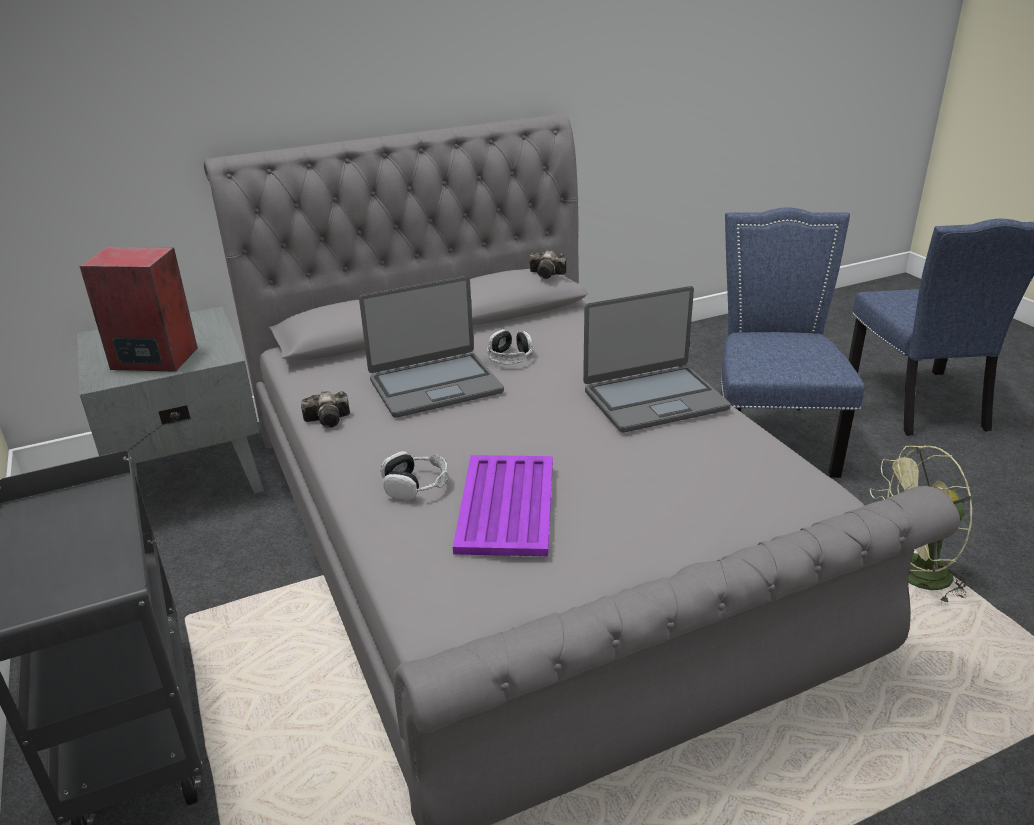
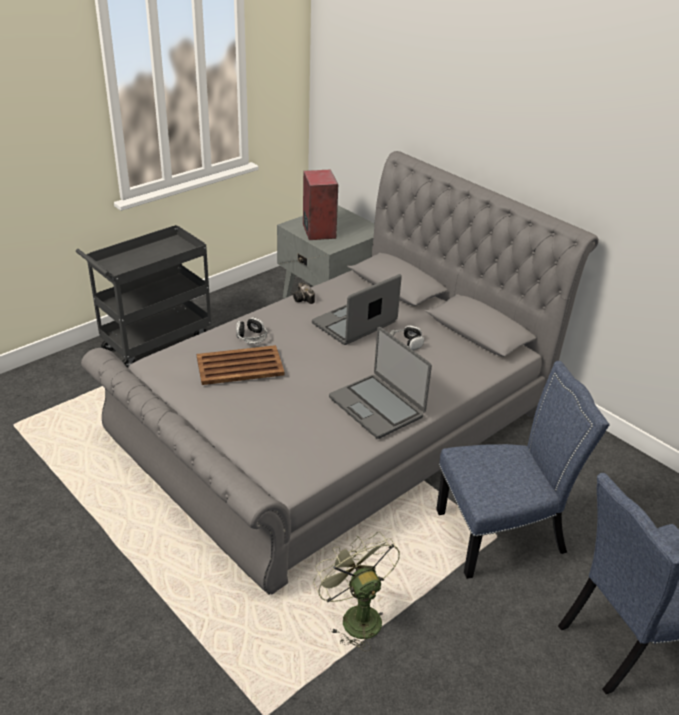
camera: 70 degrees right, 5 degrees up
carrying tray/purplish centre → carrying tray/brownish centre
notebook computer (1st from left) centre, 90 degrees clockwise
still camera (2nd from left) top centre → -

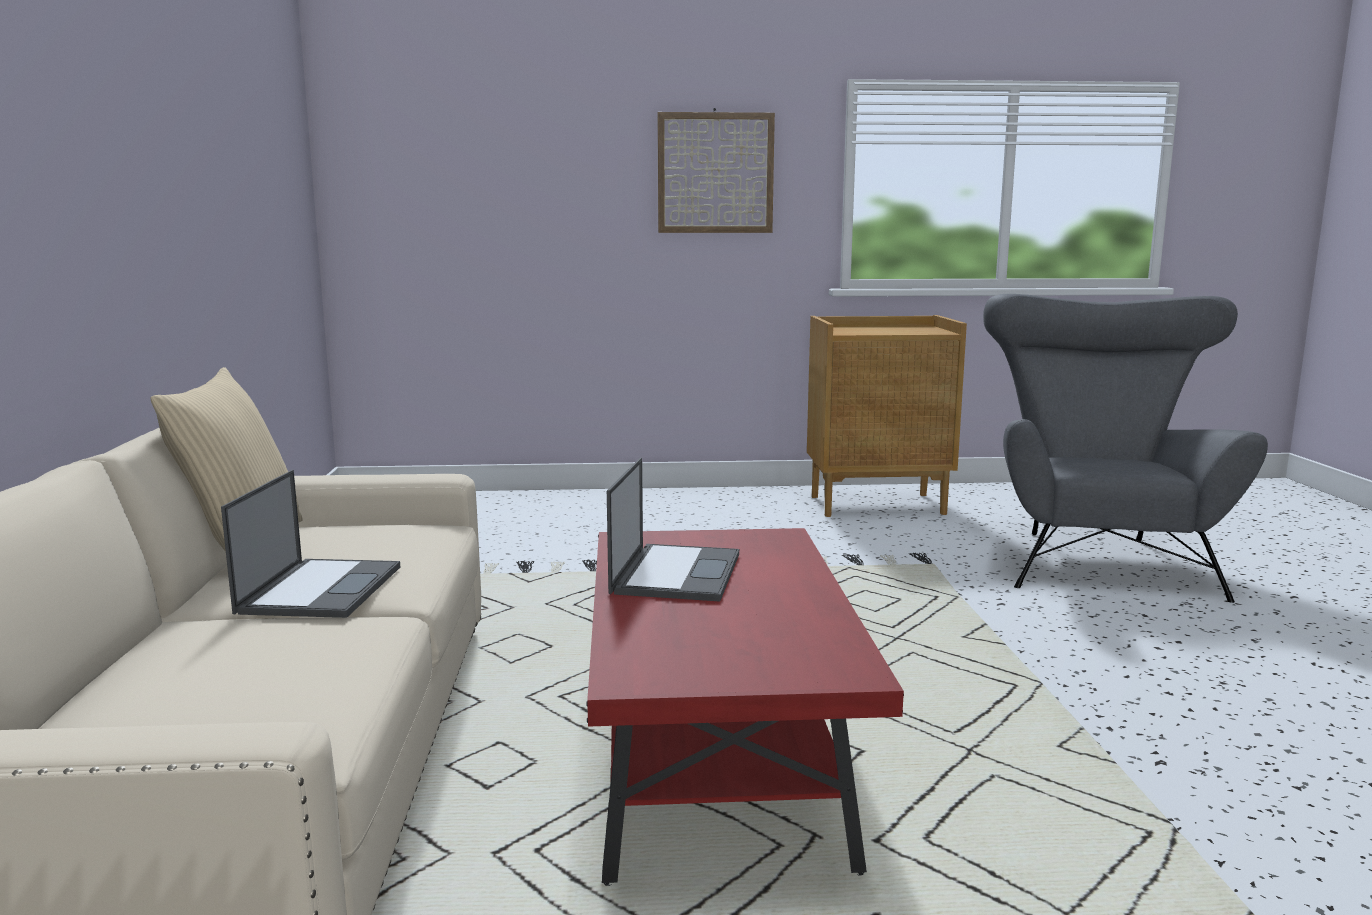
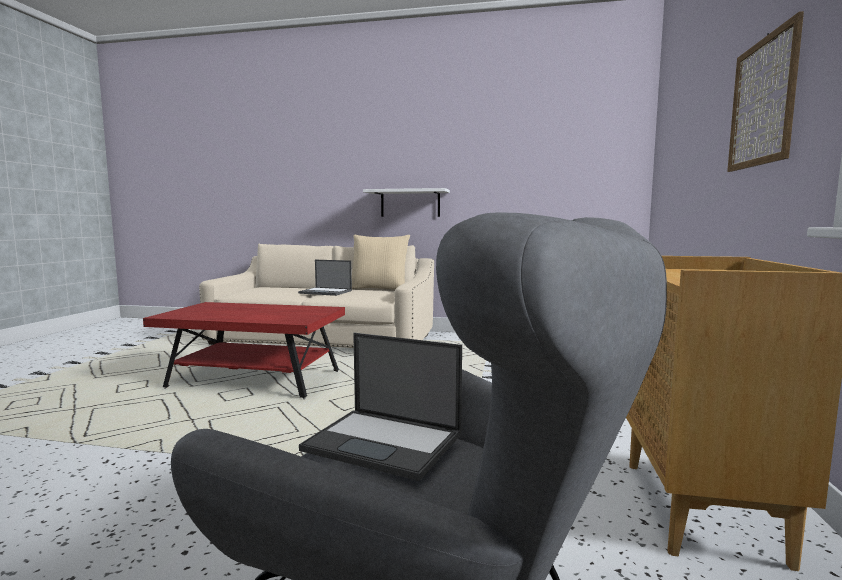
camera: 105 degrees right, 5 degrees down
notebook computer (2nd from left) centre → notebook computer (2nd from left) bottom centre, move
- → shelf/whitish centre

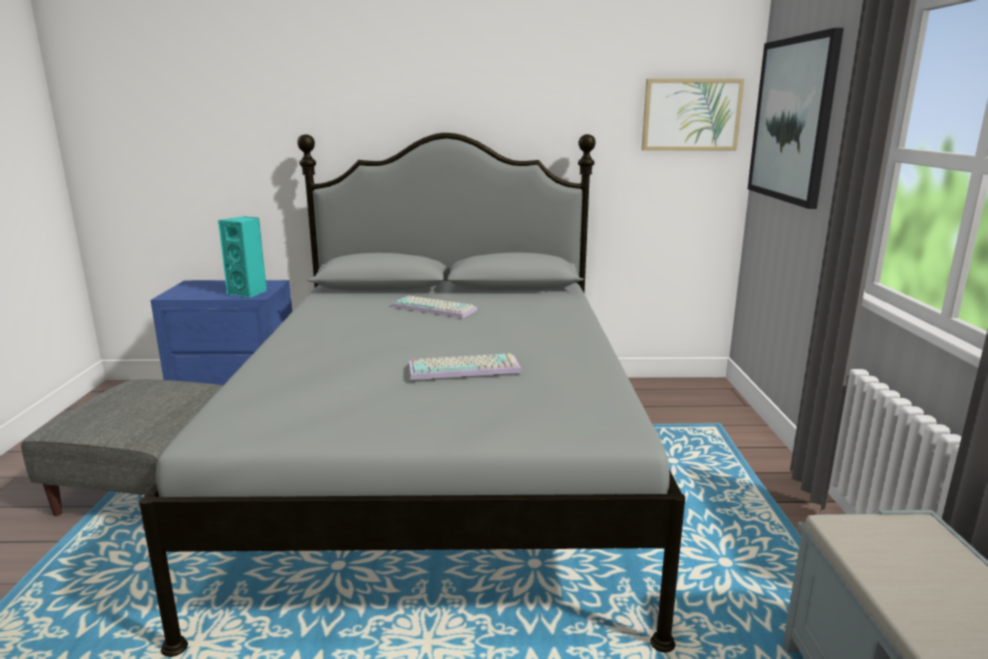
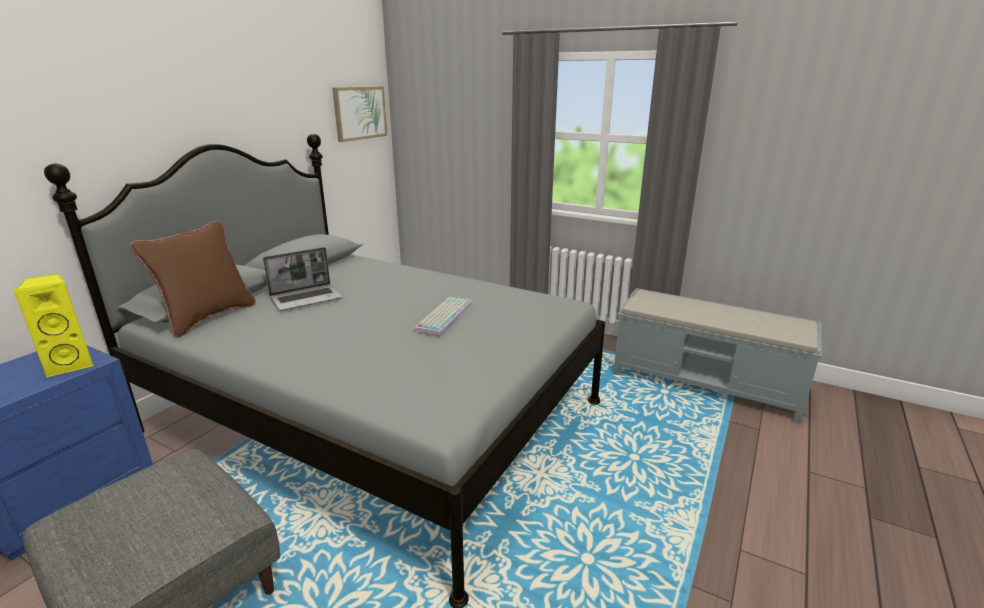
camera: 60 degrees left, 5 degrees up
loudspeaker/turquoise-coloured middle left → loudspeaker/yellow-coloured middle left
- → cushion/brownish middle left
keyboard (1st from left) centre → notebook computer middle left
picture (2nd from left) top right → -

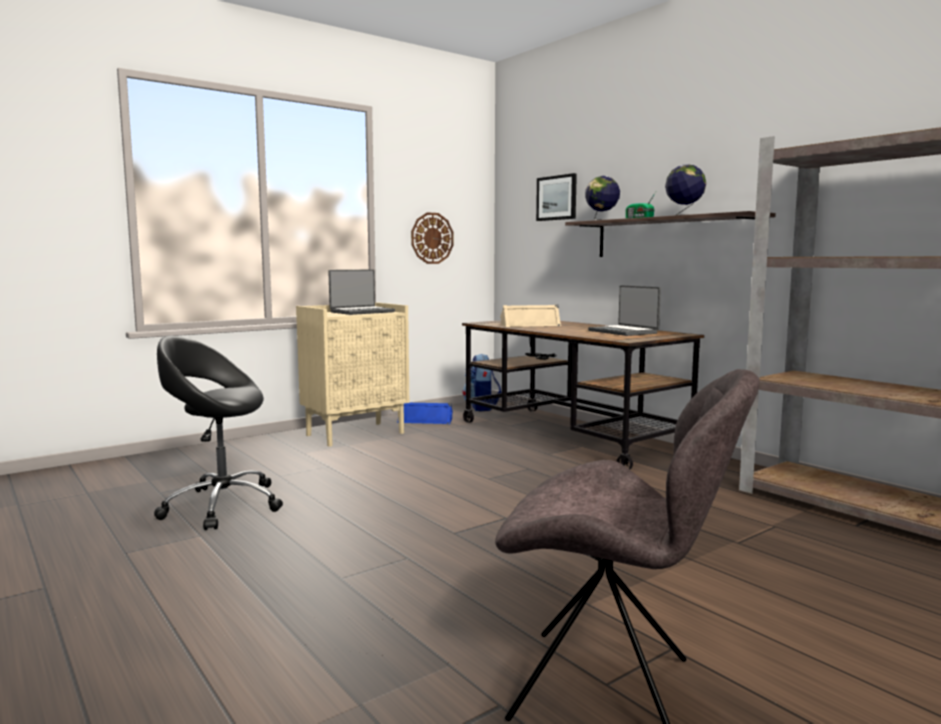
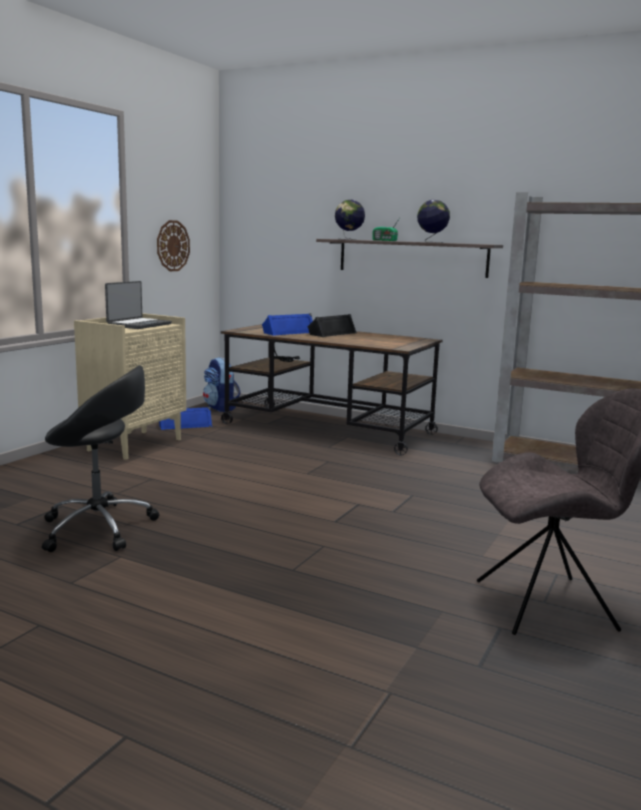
camera: 25 degrees left, 5 degrees up
desk chair/blackish middle left, 150 degrees counterclockwise
loudspeaker/sand-coloured centre → loudspeaker/bluish (2nd from left) centre
- → loudspeaker/blackish centre
picture top centre → -
notebook computer (2nd from left) centre → -

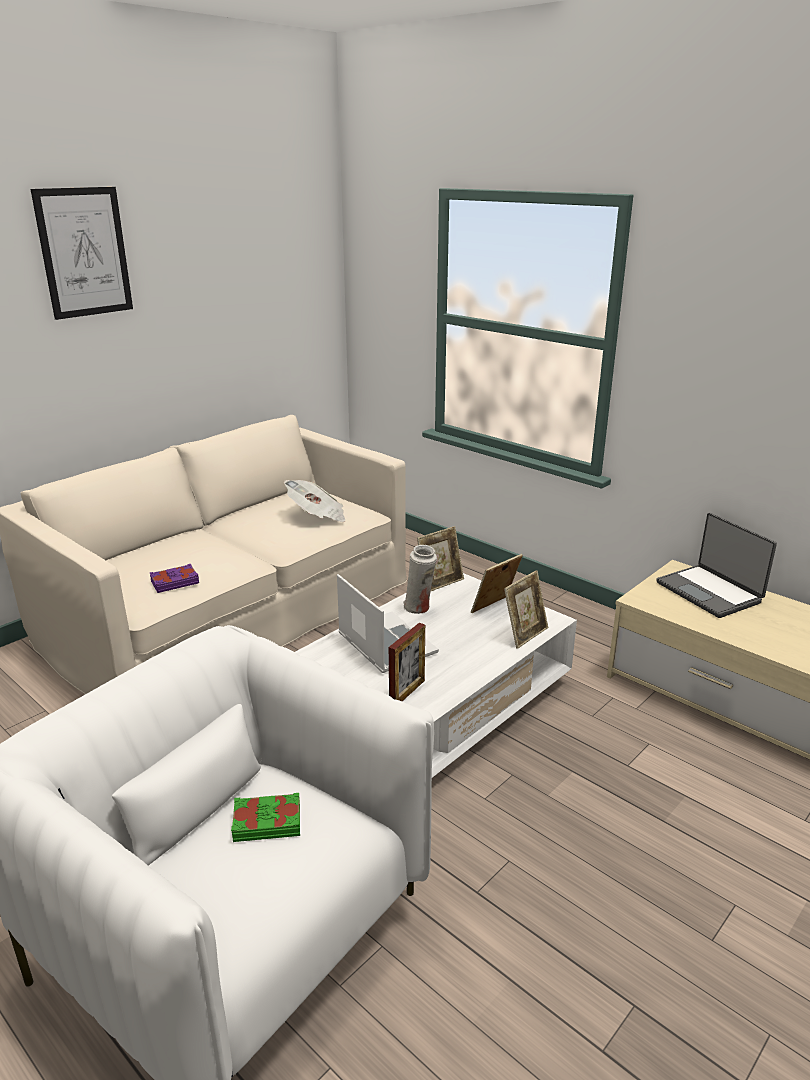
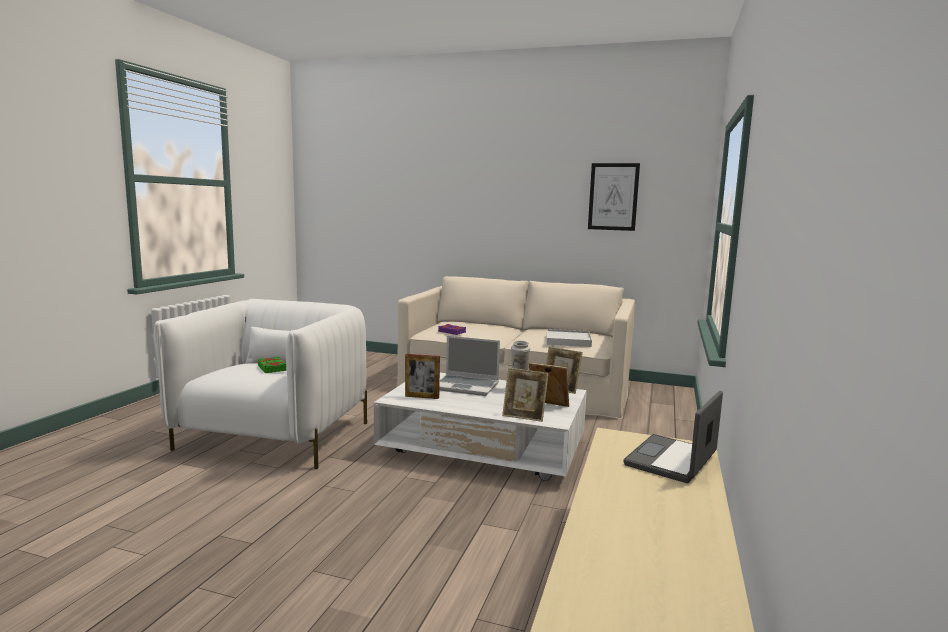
camera: 65 degrees right, 15 degrees down
notebook computer (1st from left) centre, 75 degrees clockwise
newspaper centre → carrying tray/whitish centre
picture top left → picture top centre, move

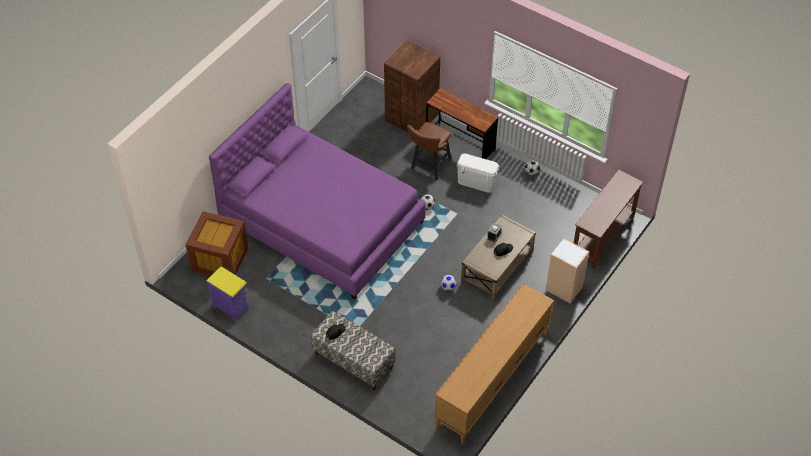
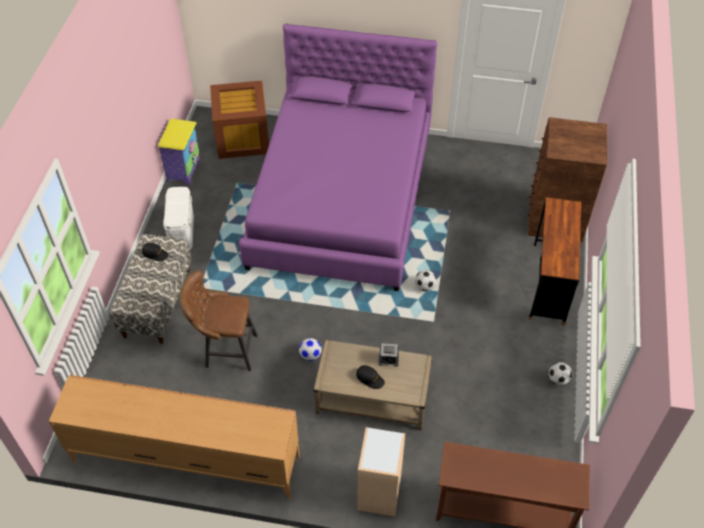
camera: 65 degrees right, 0 degrees up
storage container/whitish centre → storage container/whitish middle left, move
sitting stool/brownish top centre → sitting stool/brownish middle left, move

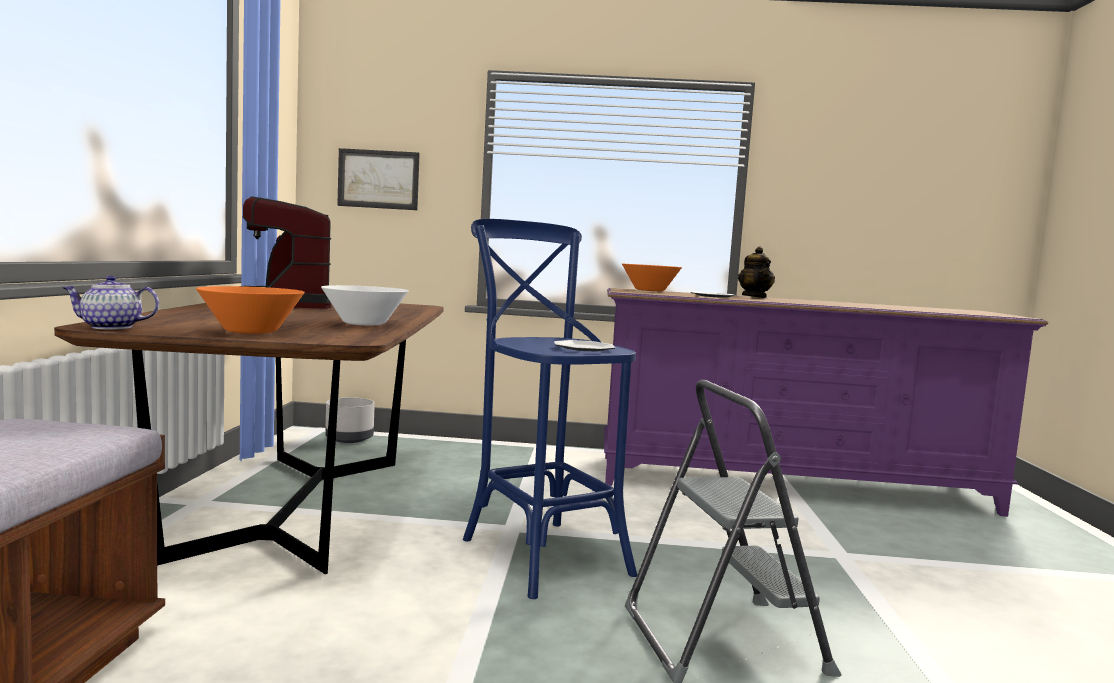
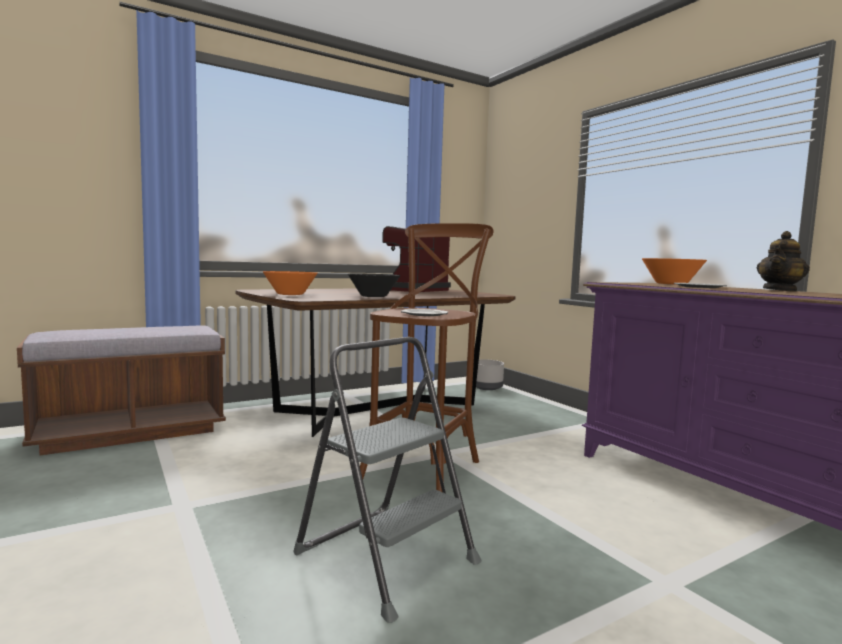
camera: 55 degrees right, 0 degrees up
bowl/whitish middle left → bowl/blackish centre
sitting stool/bluish centre → sitting stool/brownish centre
tea pot (1st from left) middle left → -
picture top centre → -

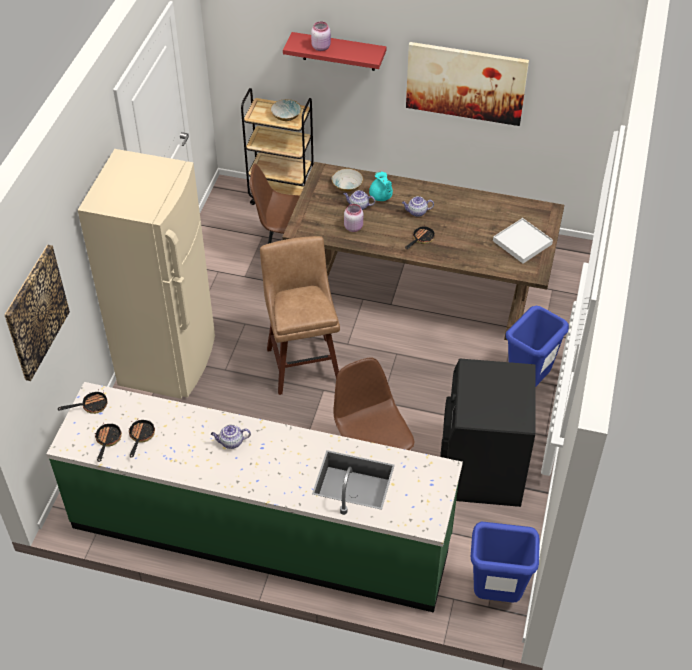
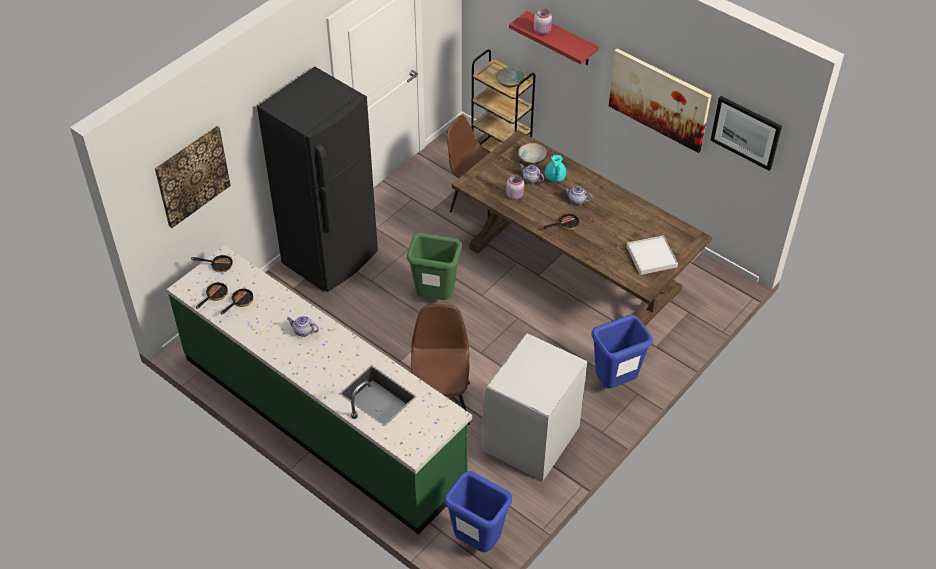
camera: 25 degrees right, 0 degrees up
refrigerator/sand-coloured middle left → refrigerator/blackish top centre
sitting stool/brownish centre → rubbish bin/greenish centre
washing machine/blackish middle right → washing machine/whitish bottom centre
- → picture (3rd from left) top right

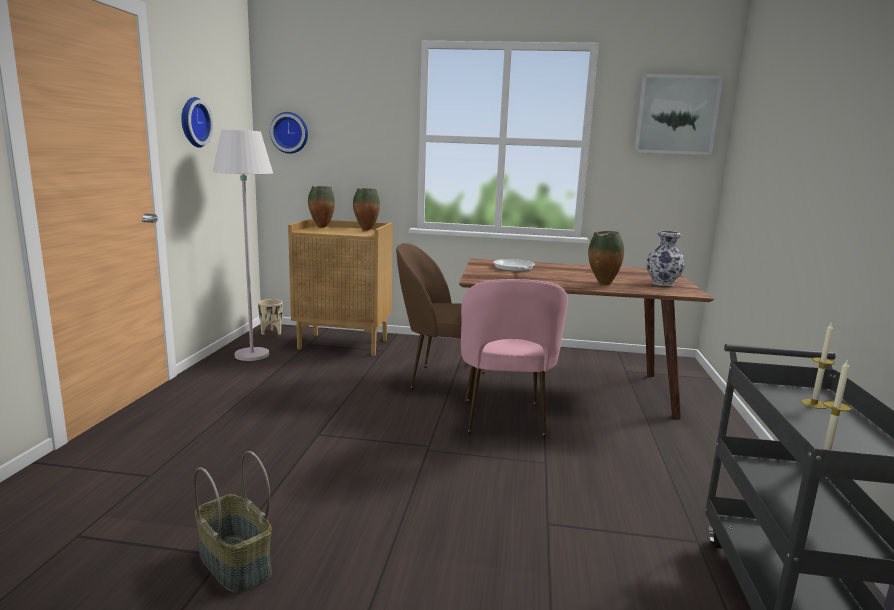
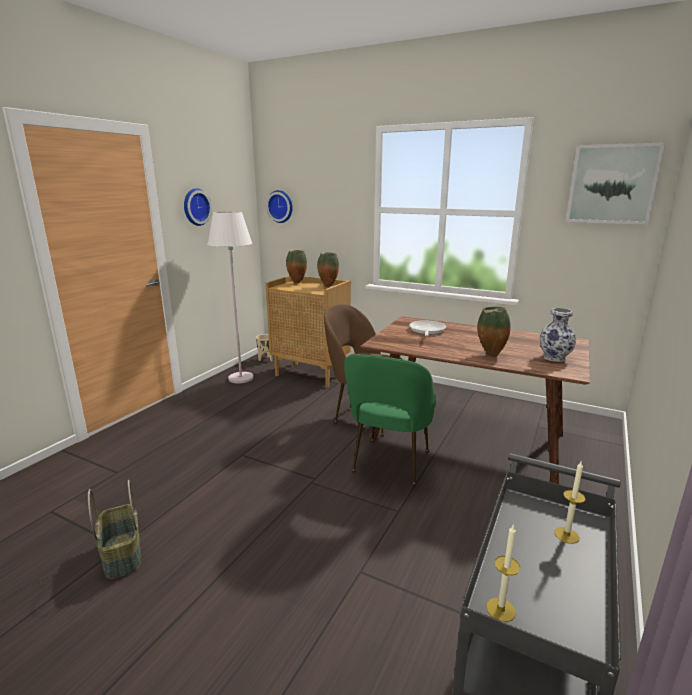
camera: 20 degrees right, 5 degrees up
chair/pinkish centre → chair/greenish centre

